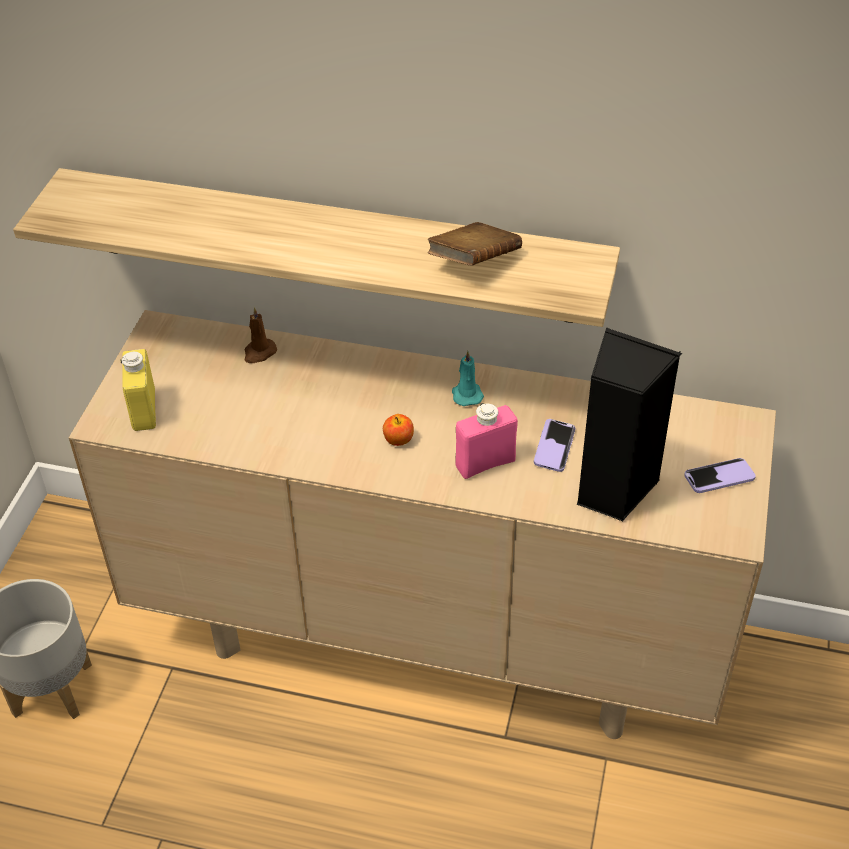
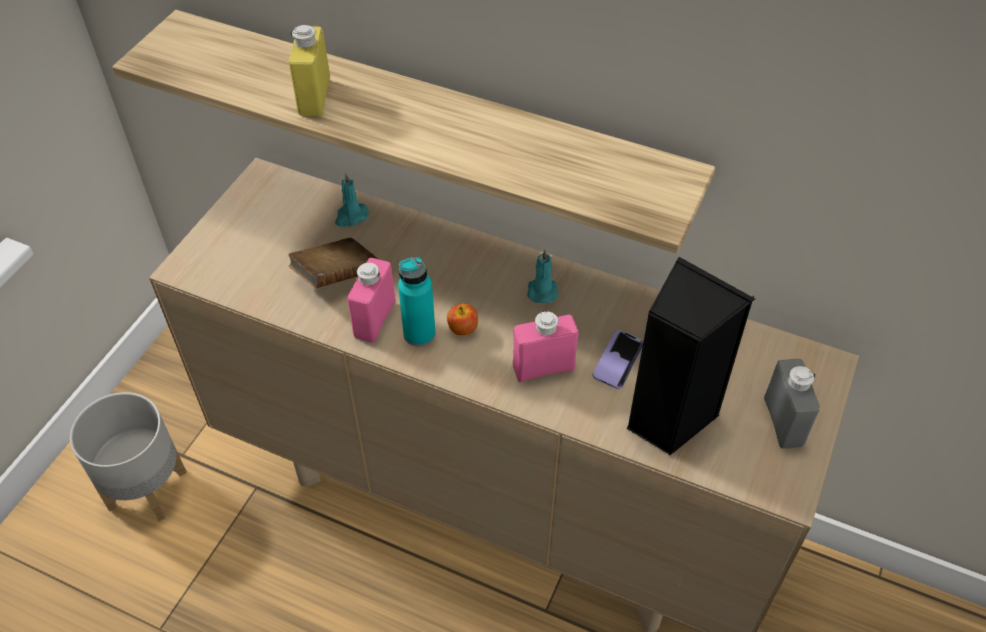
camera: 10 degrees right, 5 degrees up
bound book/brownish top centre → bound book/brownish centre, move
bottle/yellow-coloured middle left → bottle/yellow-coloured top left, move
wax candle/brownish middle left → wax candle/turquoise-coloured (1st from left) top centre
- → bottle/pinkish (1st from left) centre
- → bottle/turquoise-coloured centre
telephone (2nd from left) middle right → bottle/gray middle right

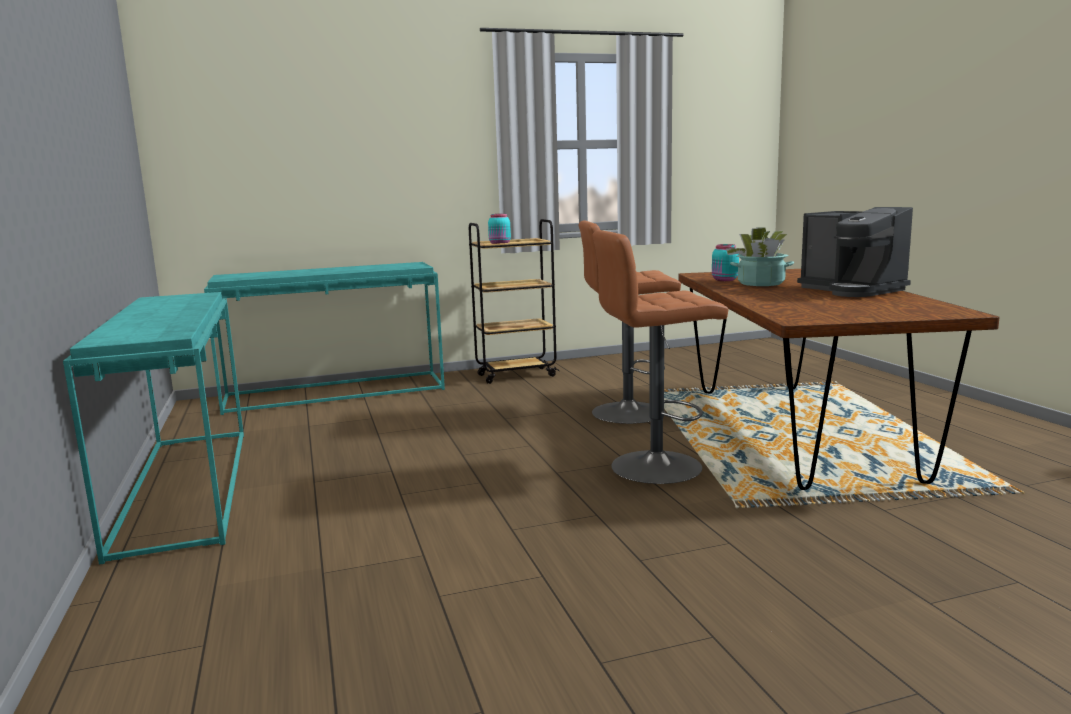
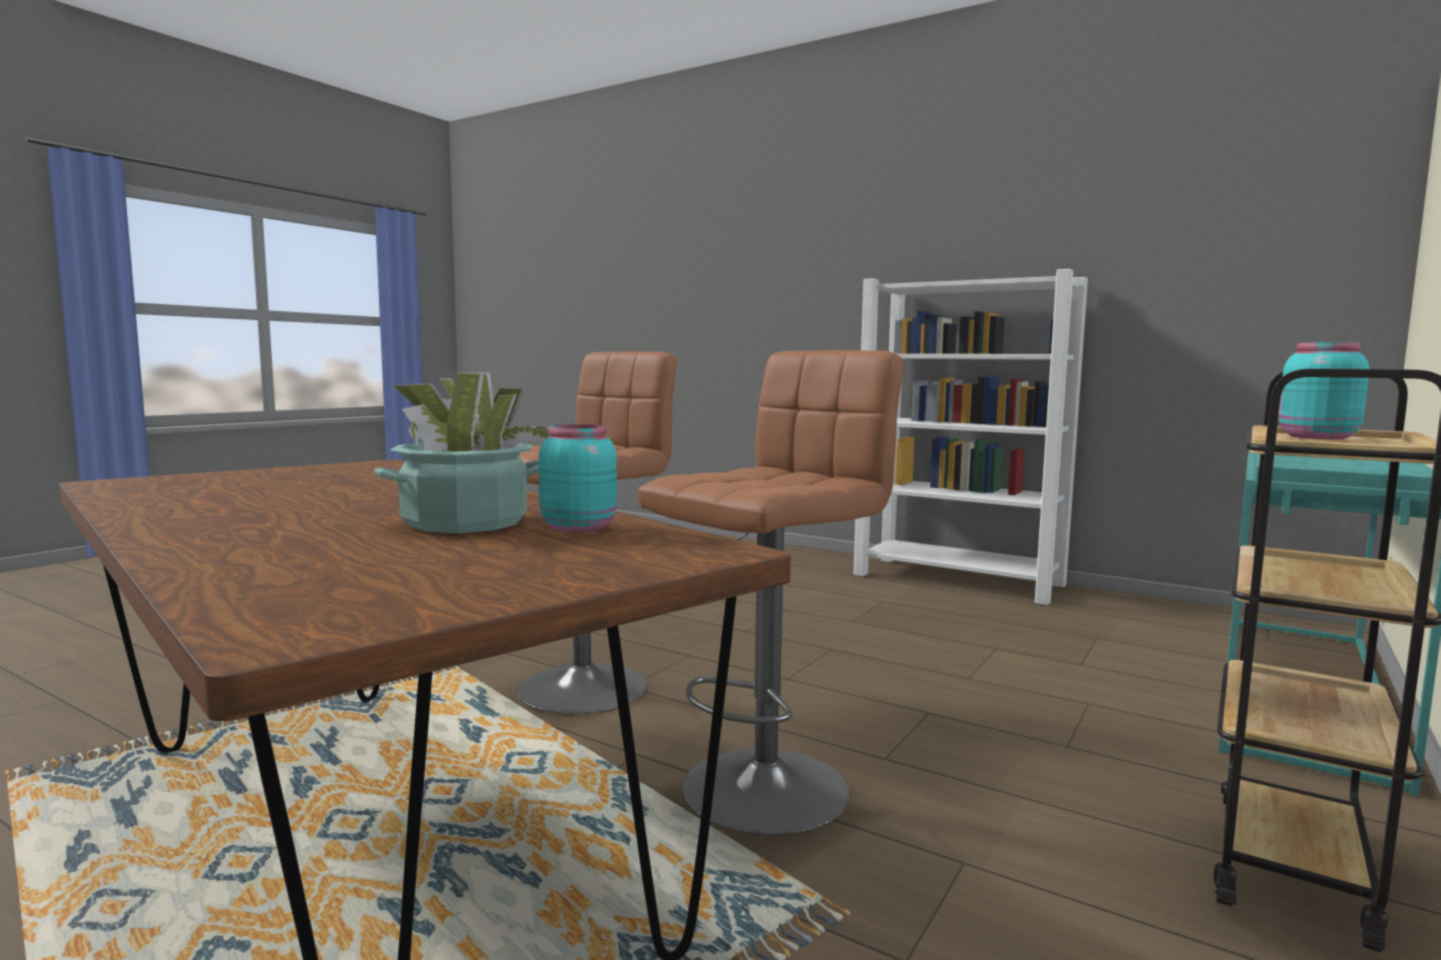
camera: 140 degrees right, 5 degrees down
console table/turquoise-coloured (1st from left) middle left → bookcase/whitish middle right
coffee machine middle right → -

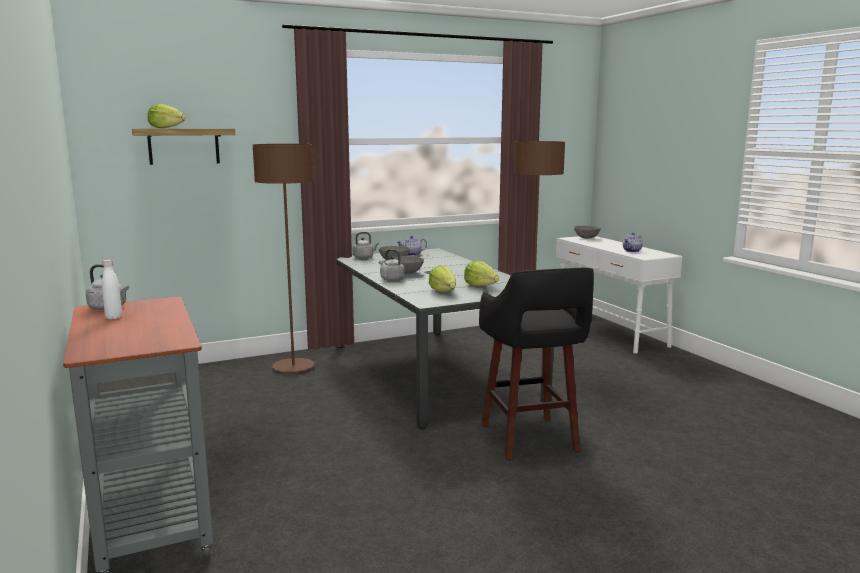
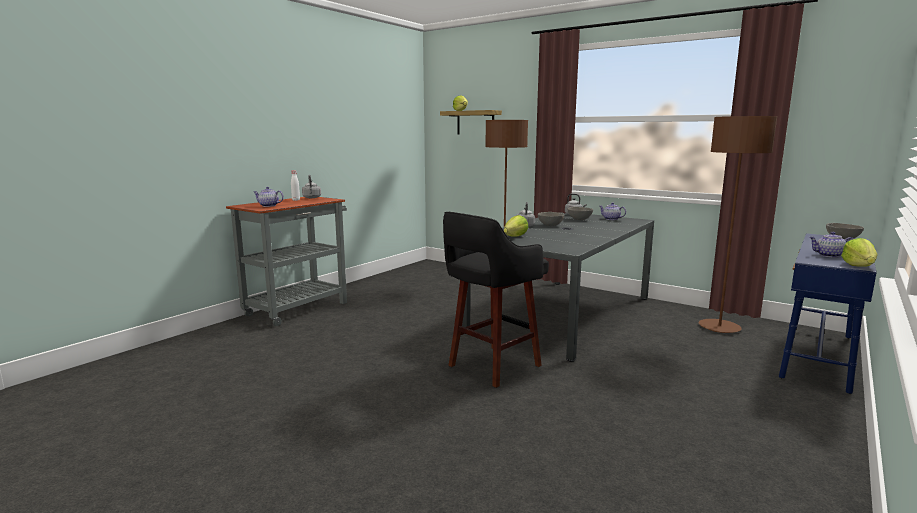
camera: 60 degrees right, 0 degrees up
- → tea pot (1st from left) middle left
console table/whitish middle right → console table/bluish middle right
lettuce head (3rd from left) centre → lettuce head (3rd from left) middle right, move

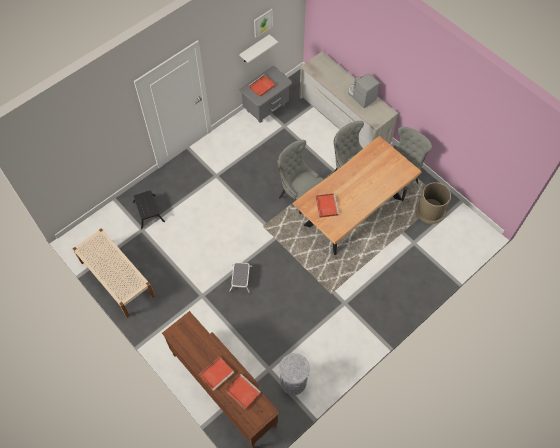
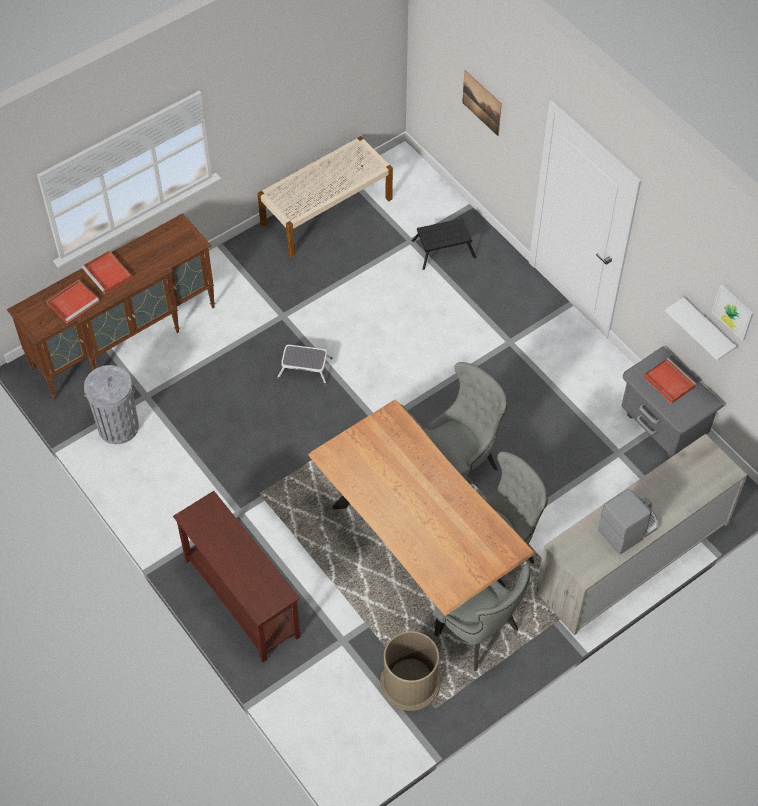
camera: 95 degrees right, 5 degrees down
- → console table/brownish bottom left
- → picture (1st from left) top centre
carrying tray/reddish (4th from left) centre → -

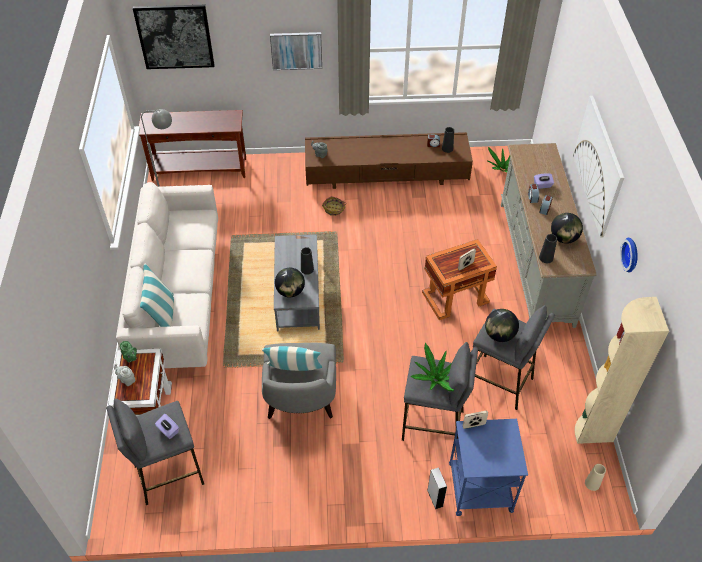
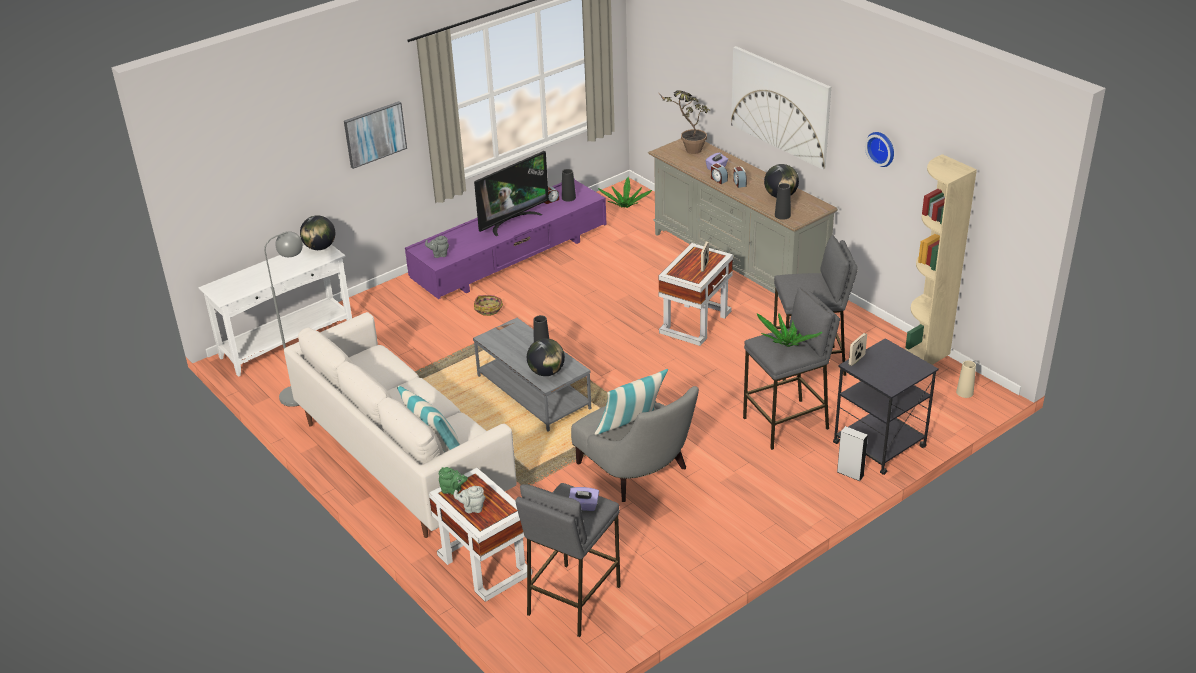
camera: 35 degrees left, 15 degrees down
console table/brownish top left → console table/whitish middle left
world globe (2nd from left in the first image) middle right → world globe (1st from left) middle left, move
tv stand/brownish top centre → tv stand/purplish centre
- → television top centre
accent table/orangey centre → accent table/whitish (2nd from left) centre
- → potted plant (2nd from left) top centre
trolley/bluish bottom right → trolley/blackish middle right
picture (1st from left) top left → -

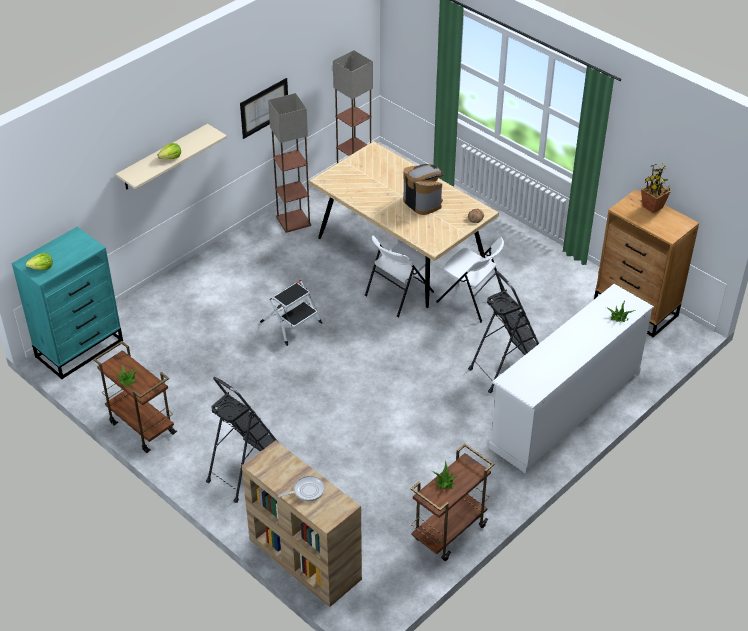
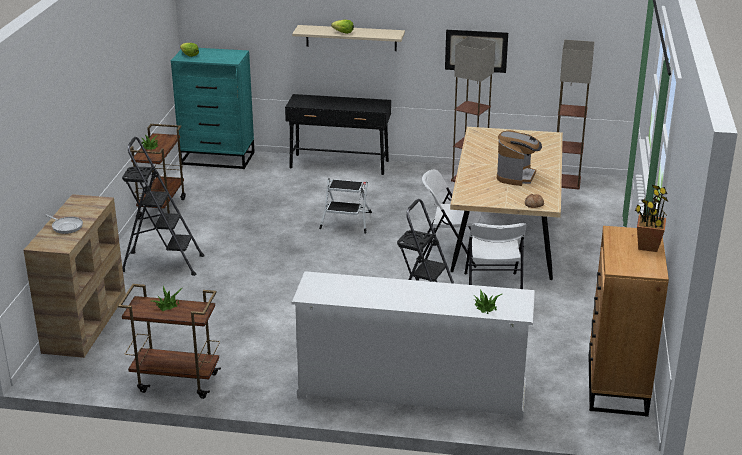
camera: 55 degrees right, 15 degrees down
- → console table/blackish top centre

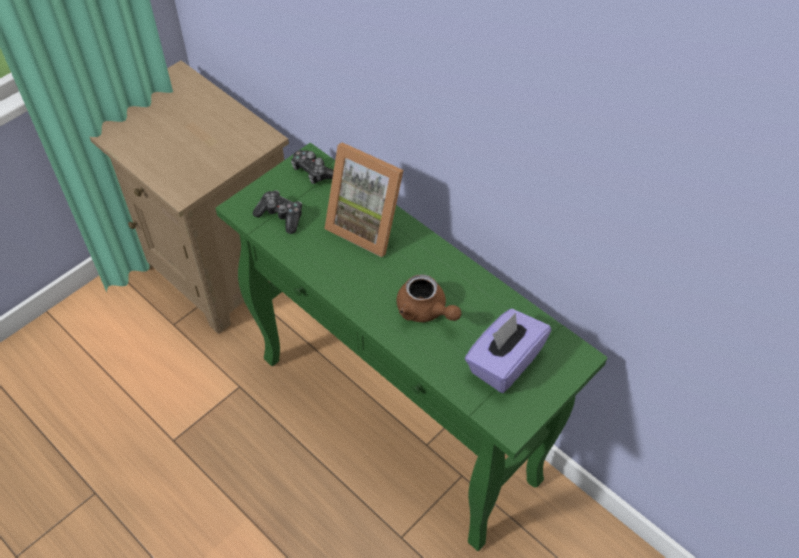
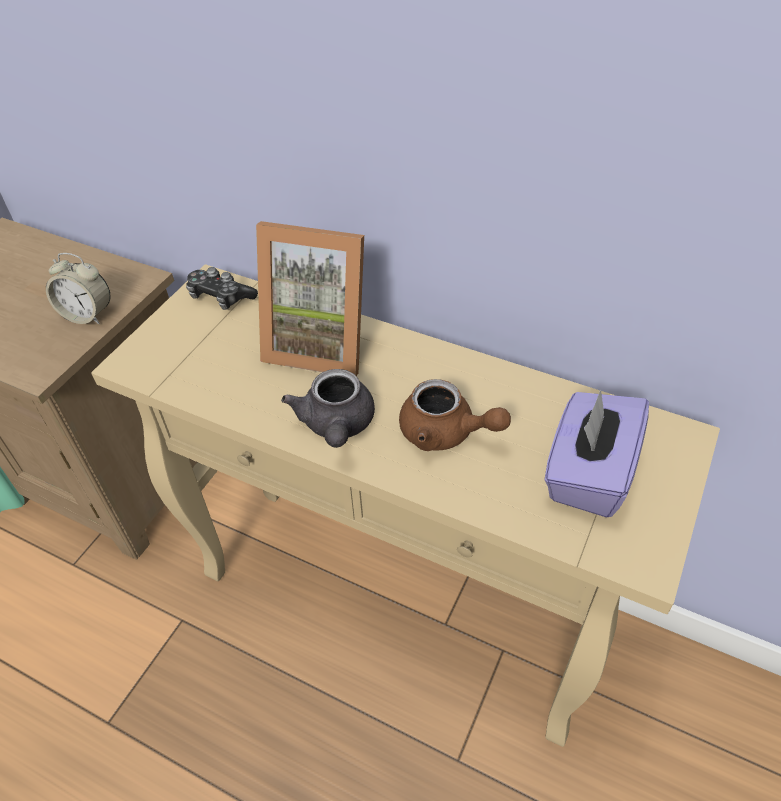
camera: 15 degrees left, 5 degrees down
- → table clock middle left
console table/greenish centre → console table/sand-coloured centre
- → tea pot/gray centre
gamepad (1st from left) centre → -

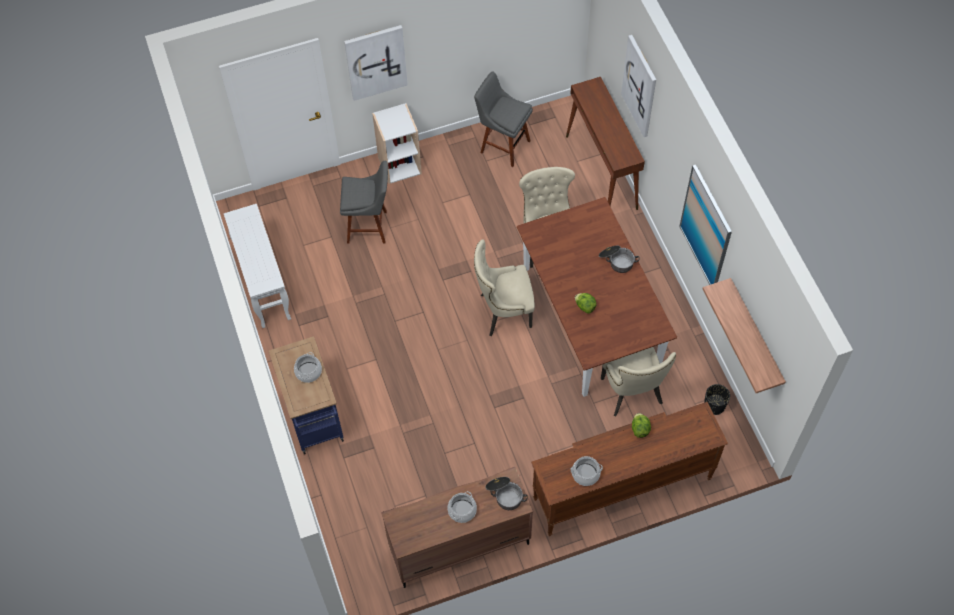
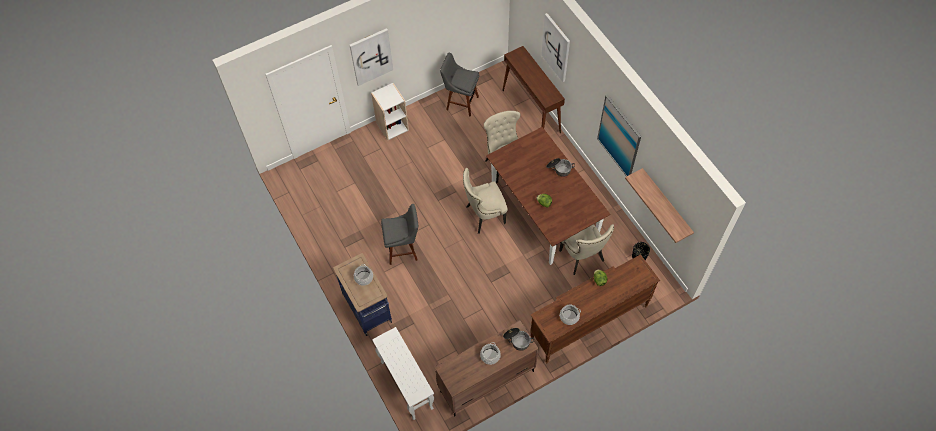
camera: 10 degrees left, 0 degrees up
console table/whitish middle left → console table/whitish bottom centre, move
sitting stool/gray (1st from left) top centre → sitting stool/gray (1st from left) centre, move

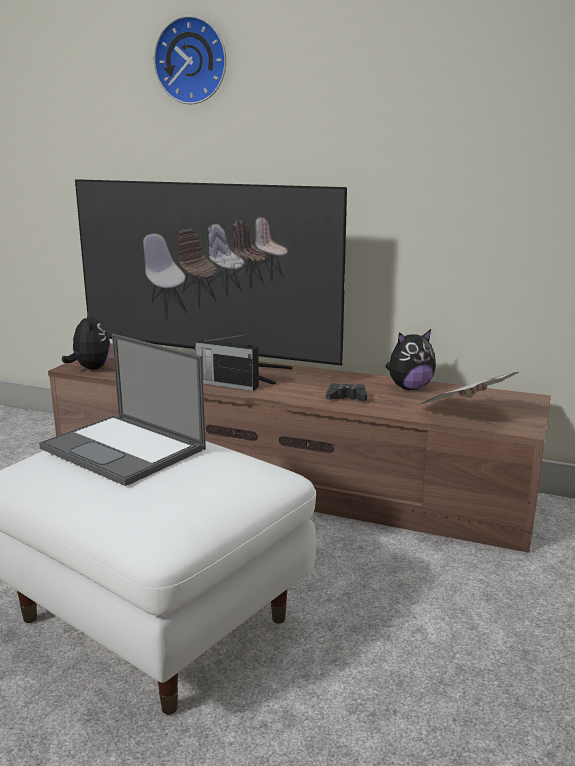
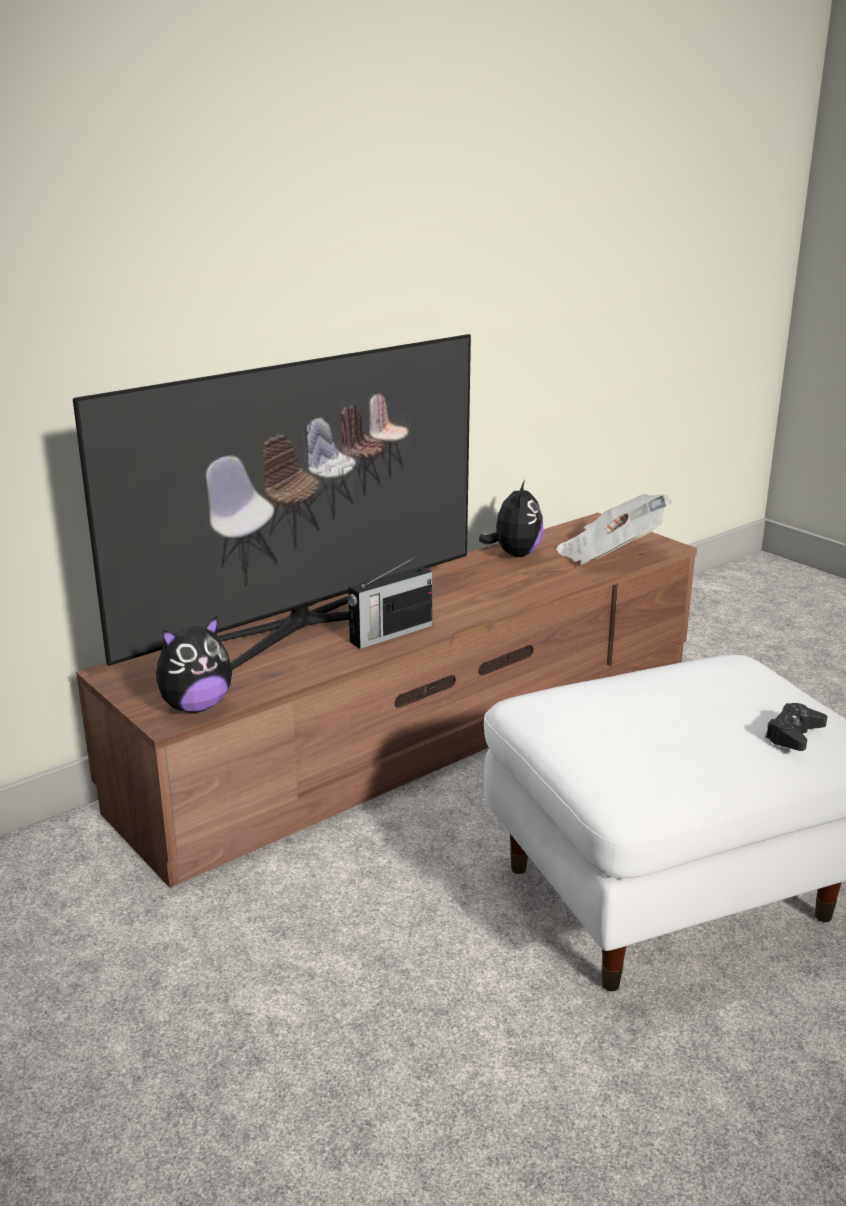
camera: 60 degrees left, 5 degrees up
cuddly toy (1st from left) middle left, 135 degrees clockwise
gamepad/blackish centre → gamepad/blackish middle right, move
notebook computer middle left → -
wall clock top left → -

